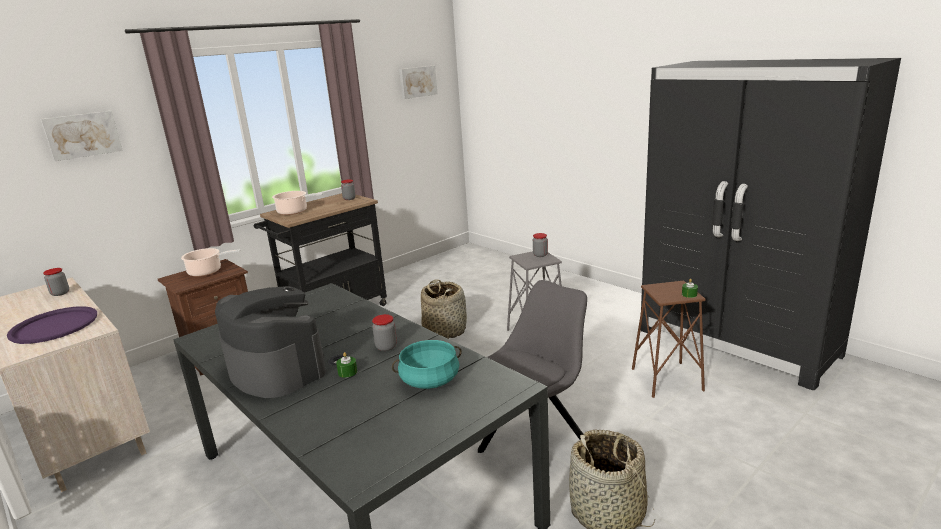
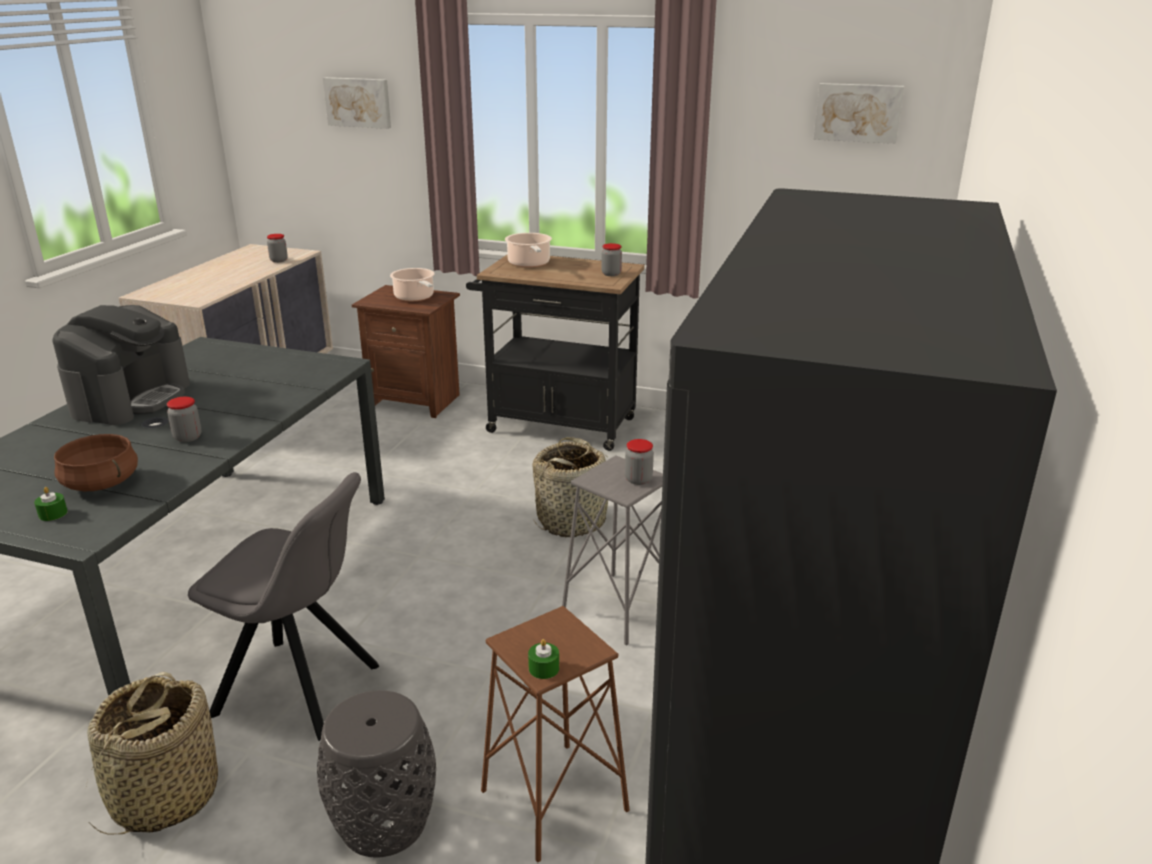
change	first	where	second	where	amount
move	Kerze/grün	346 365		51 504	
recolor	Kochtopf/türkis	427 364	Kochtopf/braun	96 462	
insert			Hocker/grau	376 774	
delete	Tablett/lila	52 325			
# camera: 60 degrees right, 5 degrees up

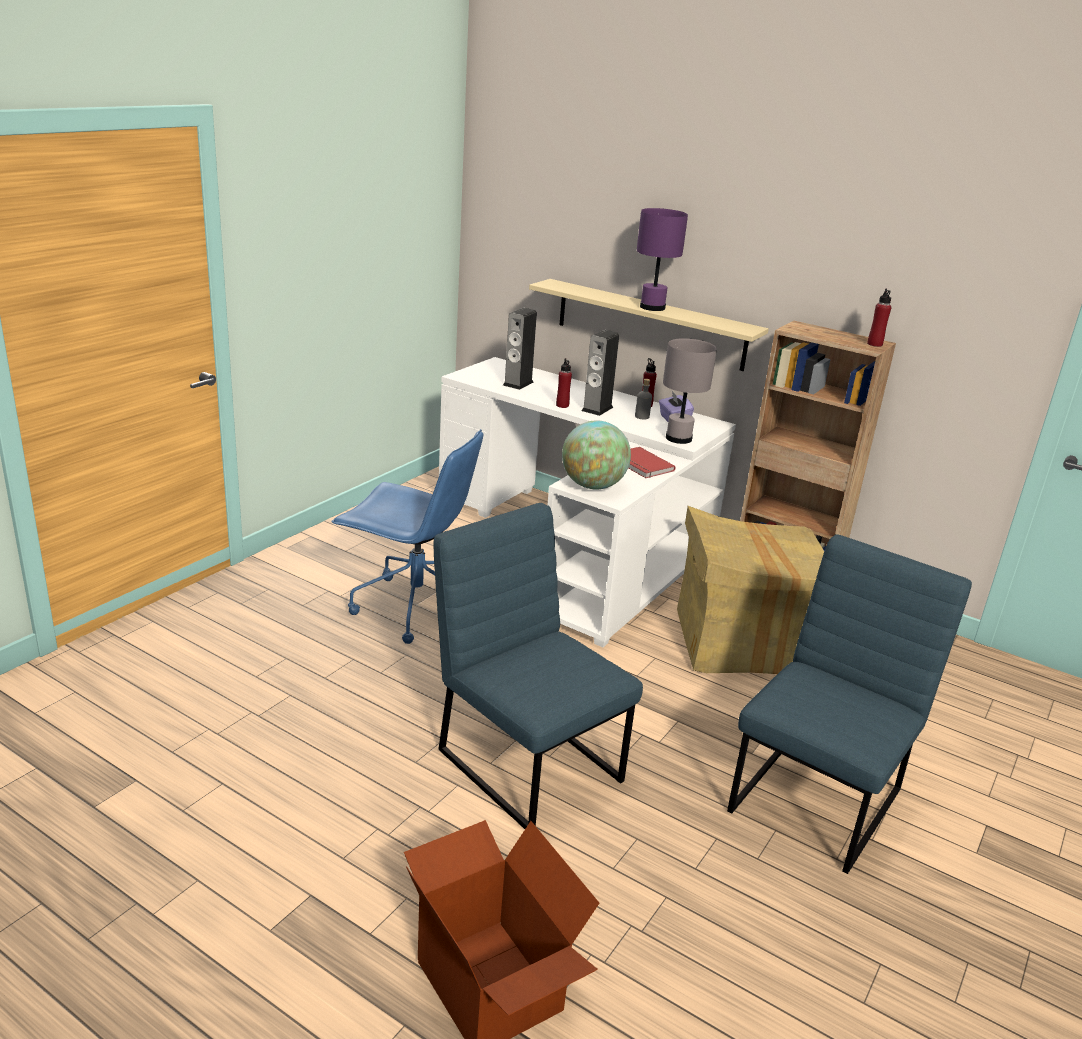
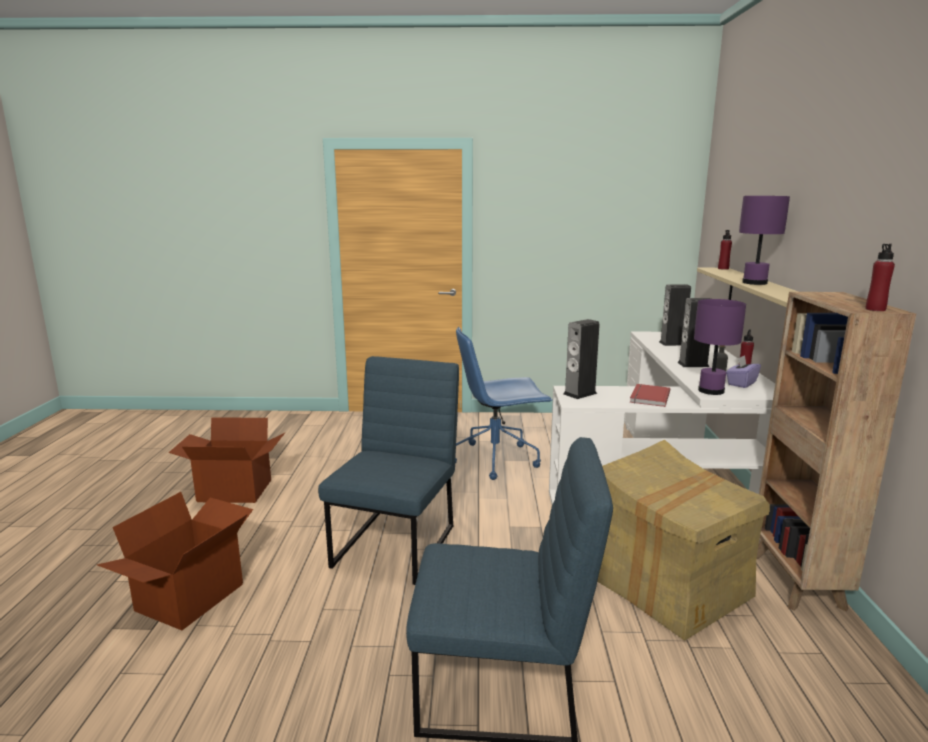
change	first	where	second	where	amount
insert			Karton	227 460	
rotate	Bürostuhl/blau	407 536		504 403	90 degrees clockwise
replace	Globus	596 454	Lautsprecher	581 359	
recolor	Tischlampe/grau	690 391	Tischlampe/lila	720 347	
move	Flasche/rot	564 383		725 250	
# camera: 60 degrees right, 10 degrees down

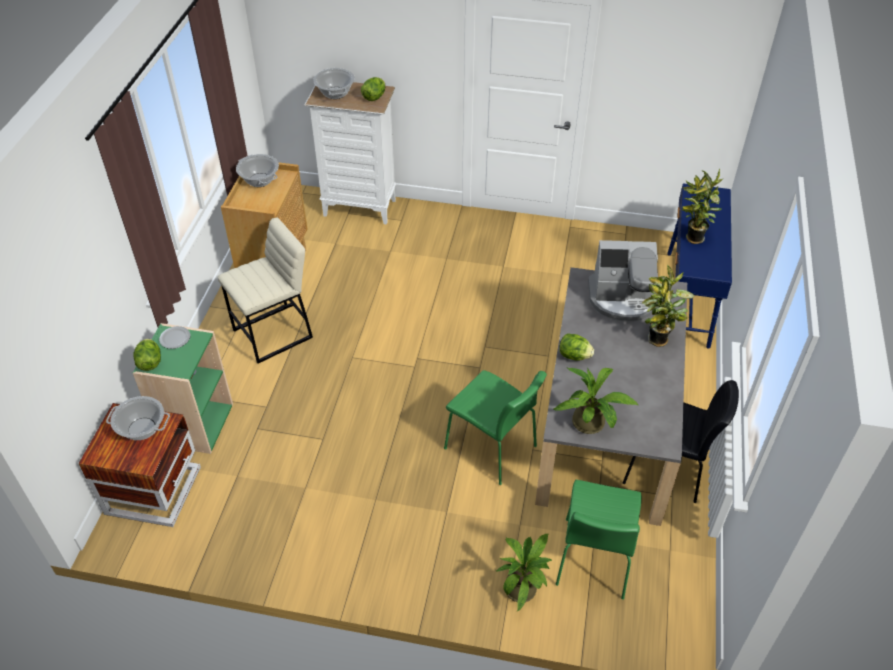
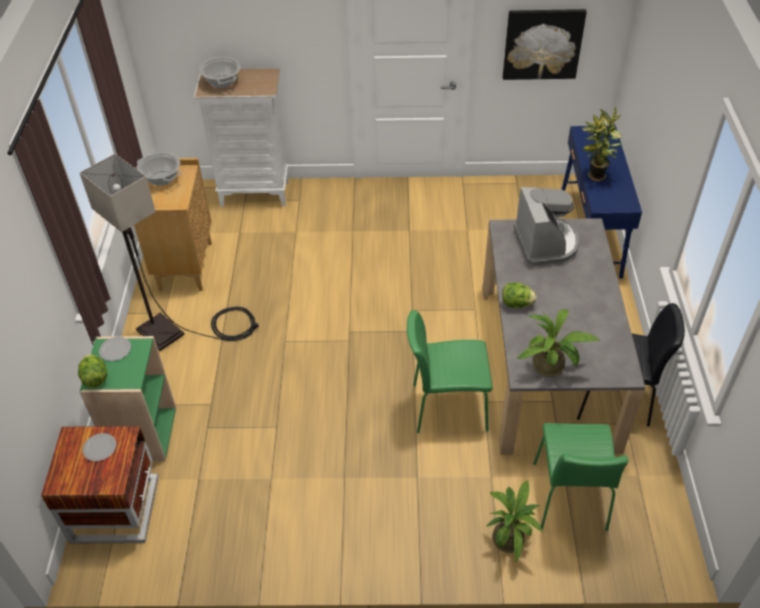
change	first	where	second	where	amount
replace	Stuhl/beige	265 290	Stehlampe	169 252	
replace	Kochtopf	138 418	Teller	99 447	
rotate	Stuhl/grün	495 427		449 371	150 degrees clockwise
insert			Bild	545 44	
rotate	Kaffeemaschine	623 281		546 227	90 degrees counterclockwise
delete	Salatkopf	373 89			
delete	Topfpflanze	668 306			
# camera: 10 degrees left, 0 degrees up

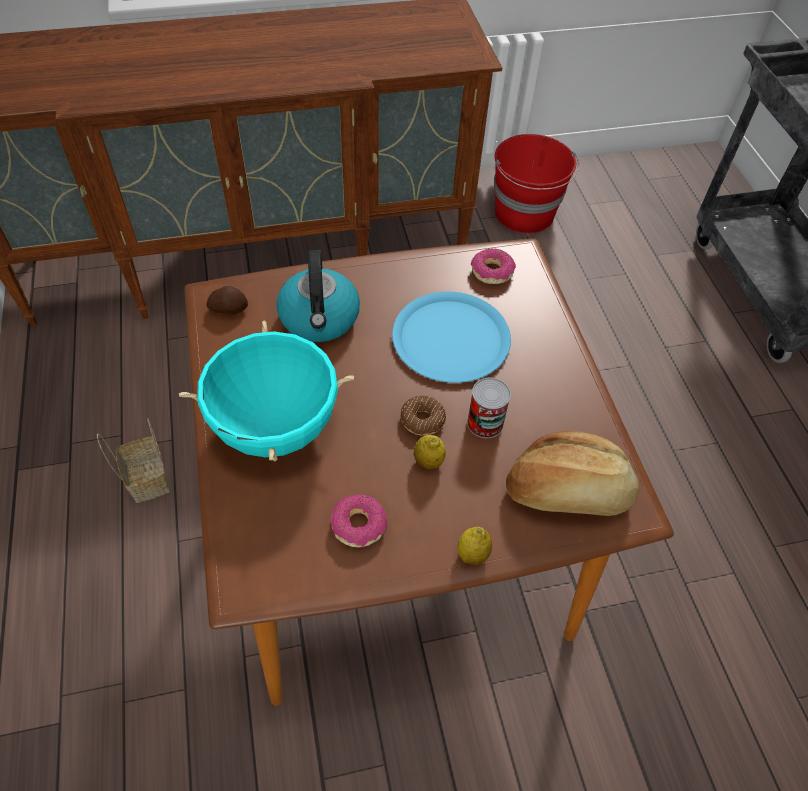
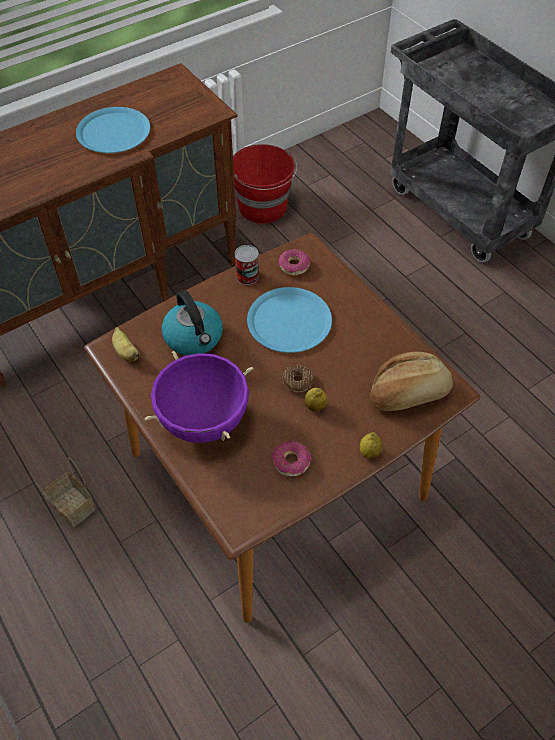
change	first	where	second	where	amount
insert			Teller/blau	113 130	
replace	Kartoffel	227 300	Banane	126 344	
recolor	Kochtopf/türkis	266 391	Kochtopf/lila	198 397	
move	Dose	489 407		247 265	
# camera: 20 degrees left, 0 degrees up

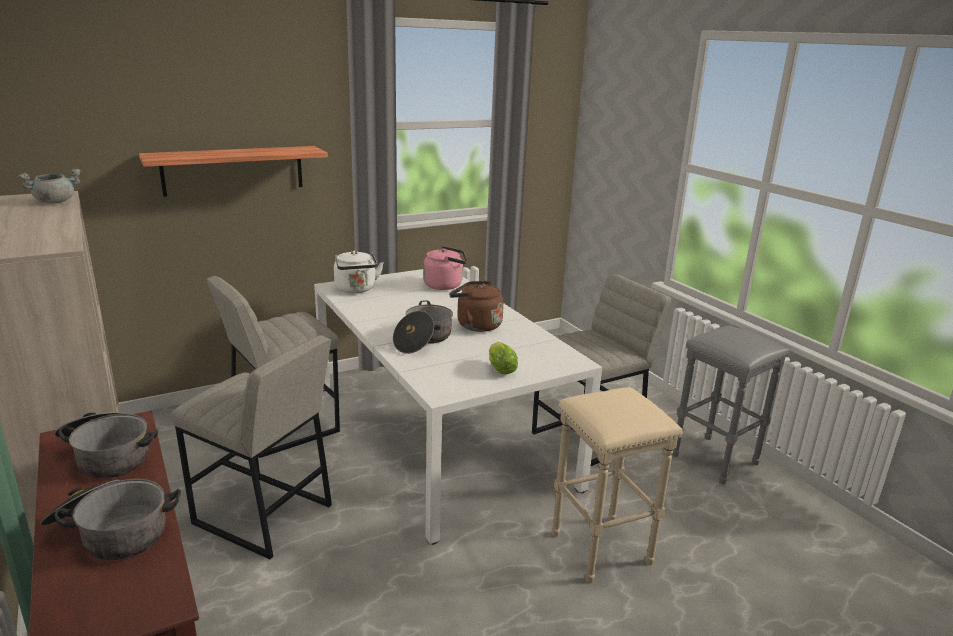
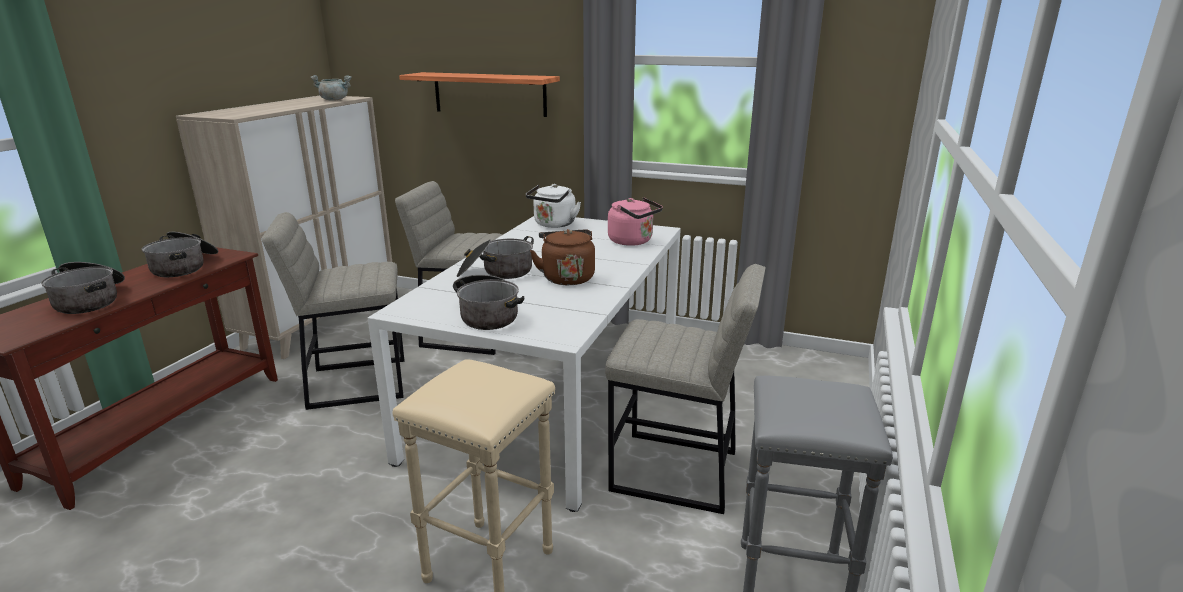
change	first	where	second	where	amount
rotate	Stuhl/grau	252 447		333 311	90 degrees clockwise
replace	Salatkopf	503 358	Kochtopf	488 302	
# camera: 50 degrees right, 0 degrees up

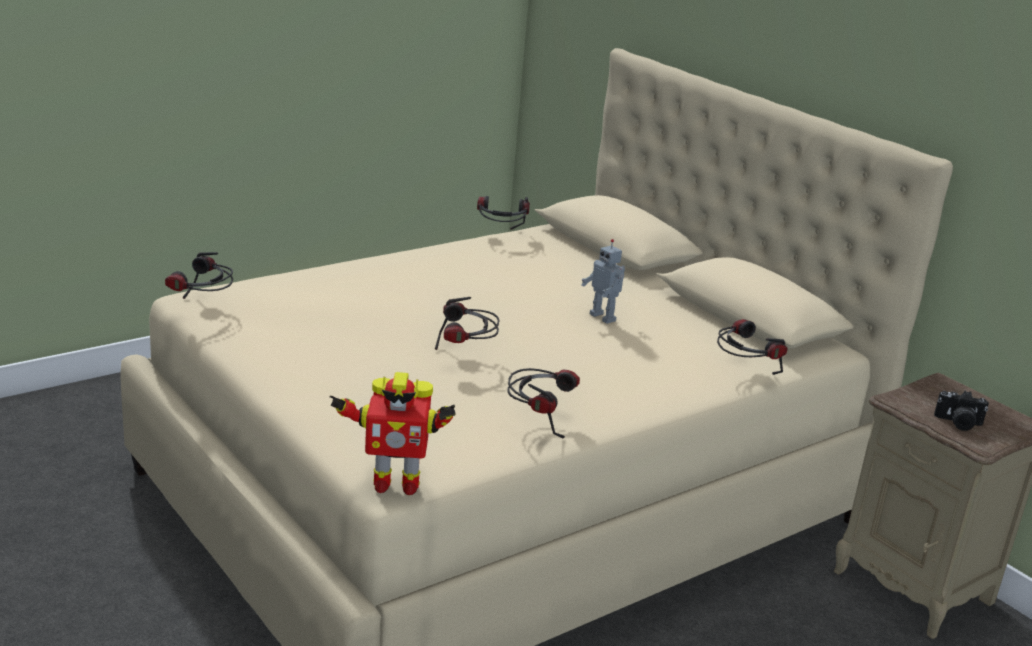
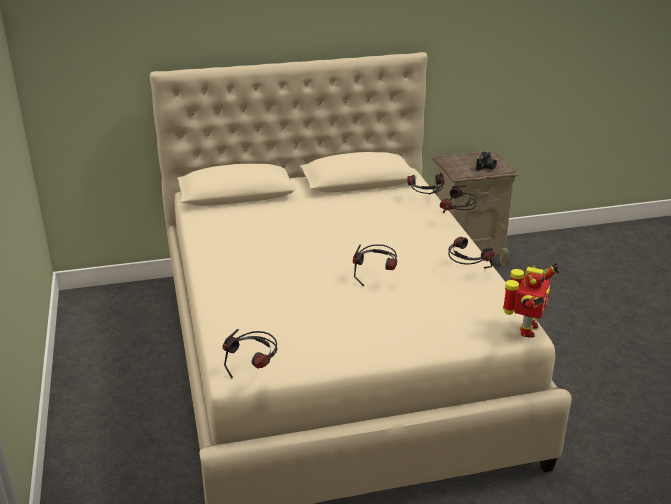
change	first	where	second	where	amount
move	Kopfhörer	503 212		458 199	
delete	Spielzeugroboter	603 281			
# camera: 65 degrees left, 5 degrees up

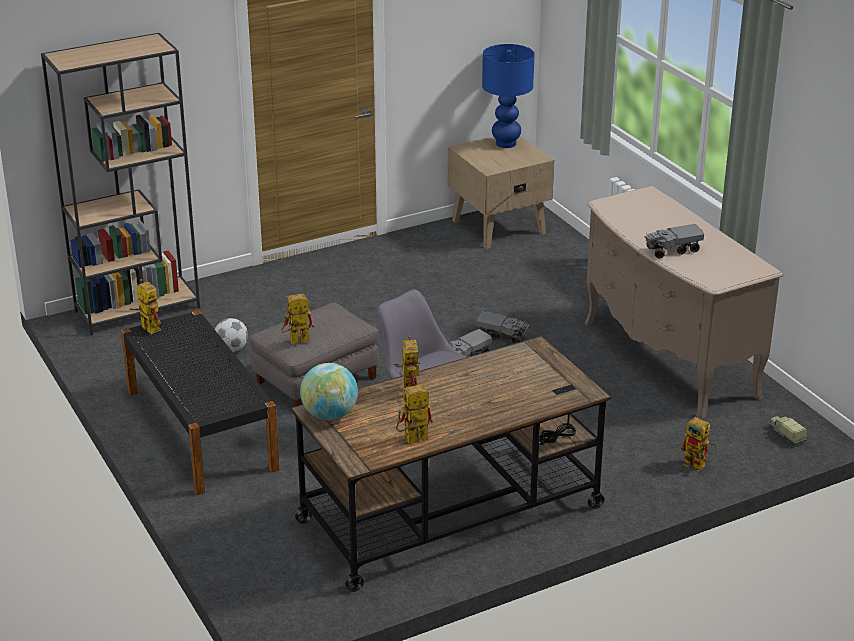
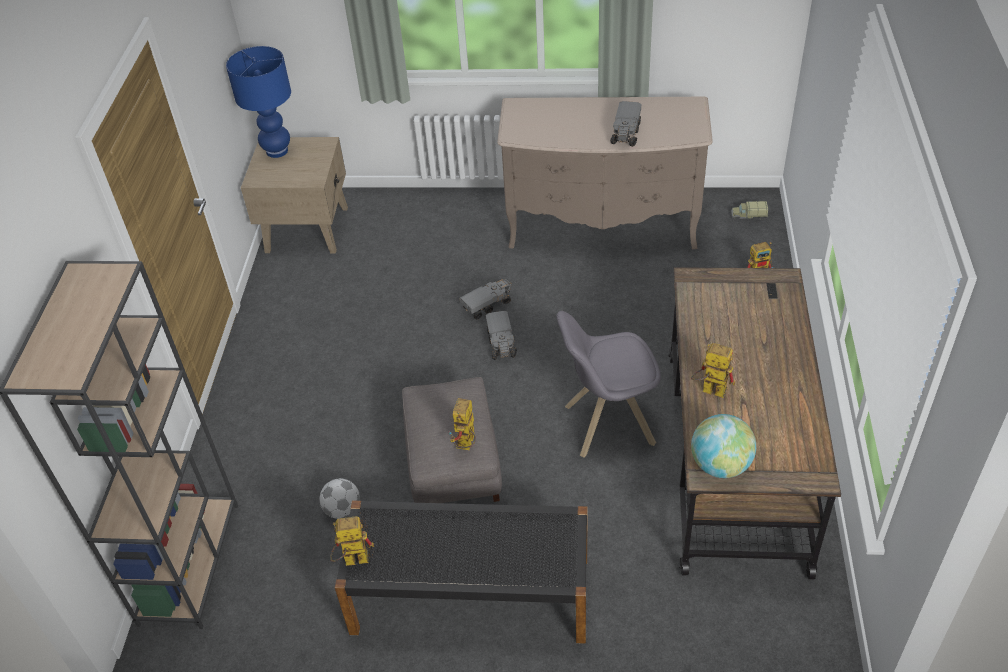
change	first	where	second	where	amount
delete	Spielzeugroboter	414 413			
# camera: 55 degrees left, 15 degrees up

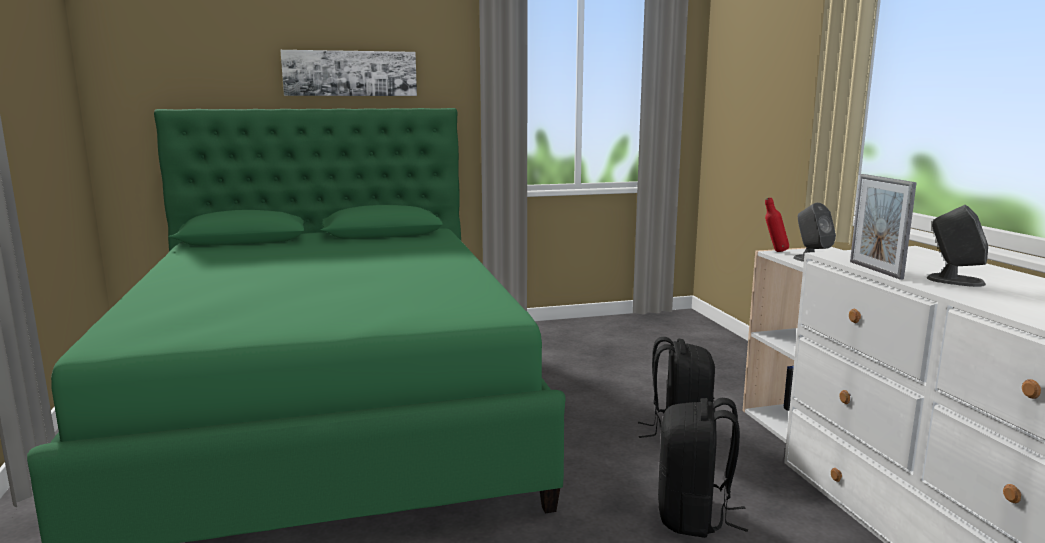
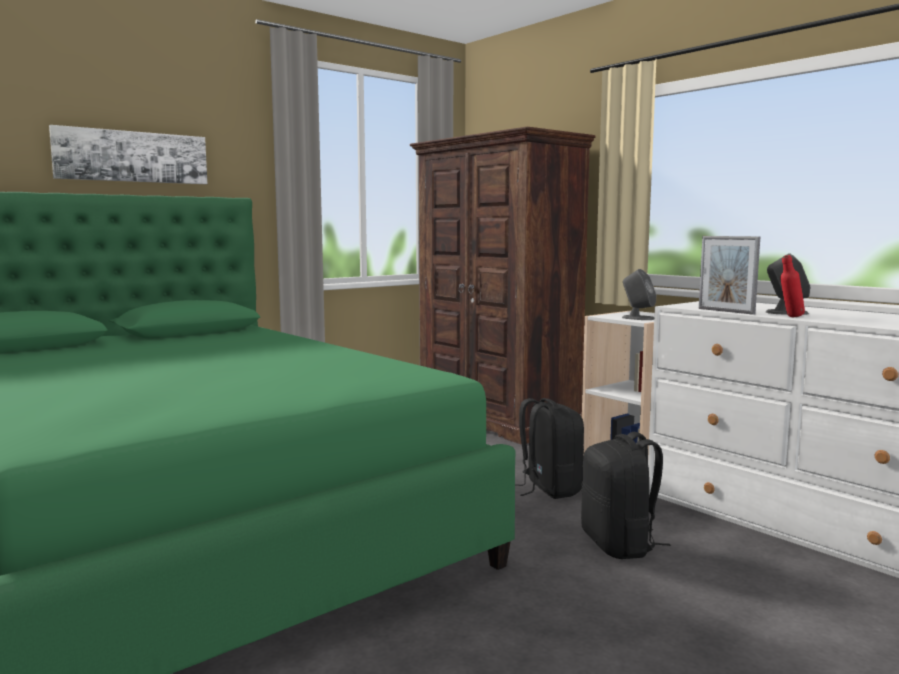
change	first	where	second	where	amount
insert			Kleiderschrank/braun	503 286	
move	Flasche/rot	777 224		792 286	
# camera: 25 degrees left, 5 degrees down

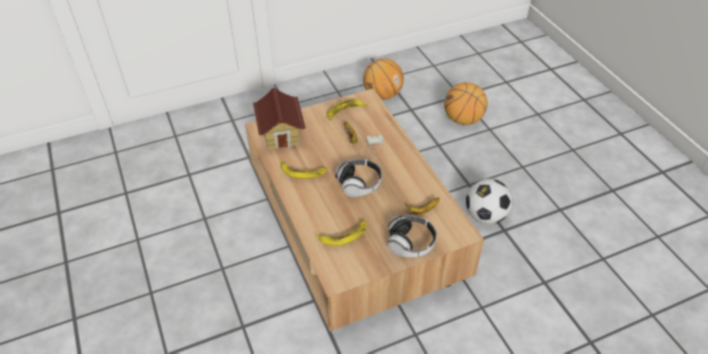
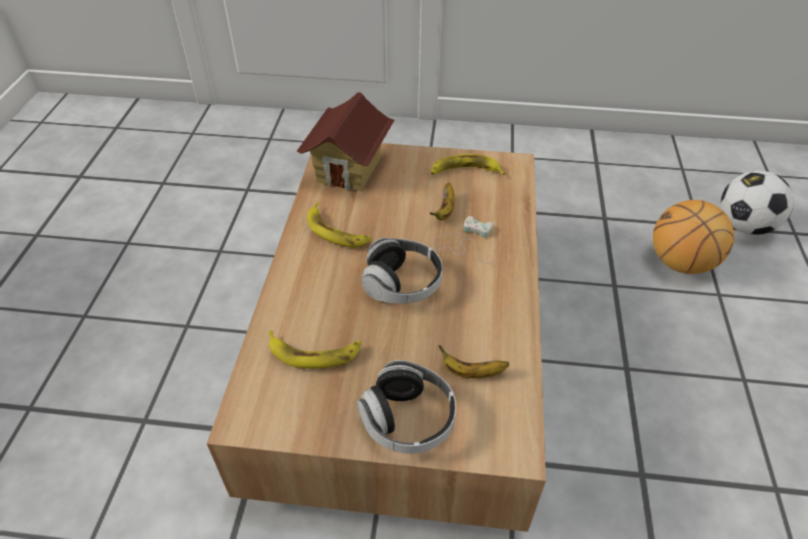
change	first	where	second	where	amount
move	Fußball	489 201		757 202	
delete	Basketball	383 79			
# camera: 30 degrees right, 0 degrees up

